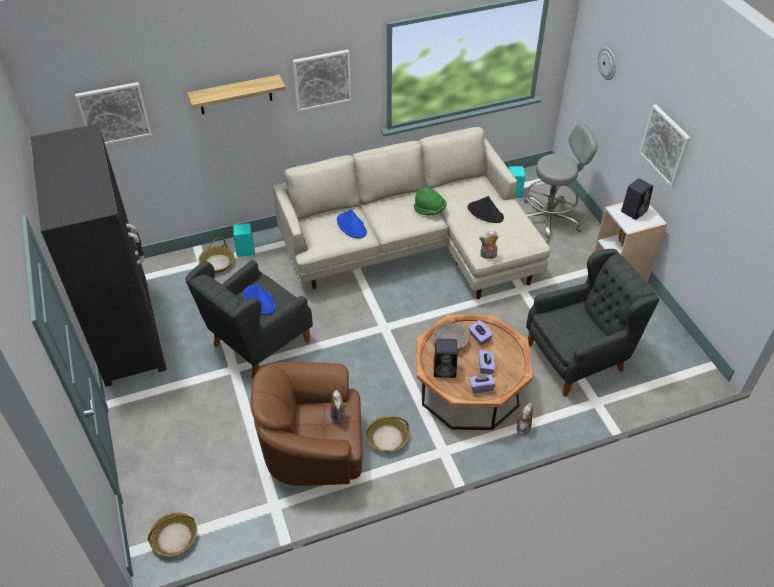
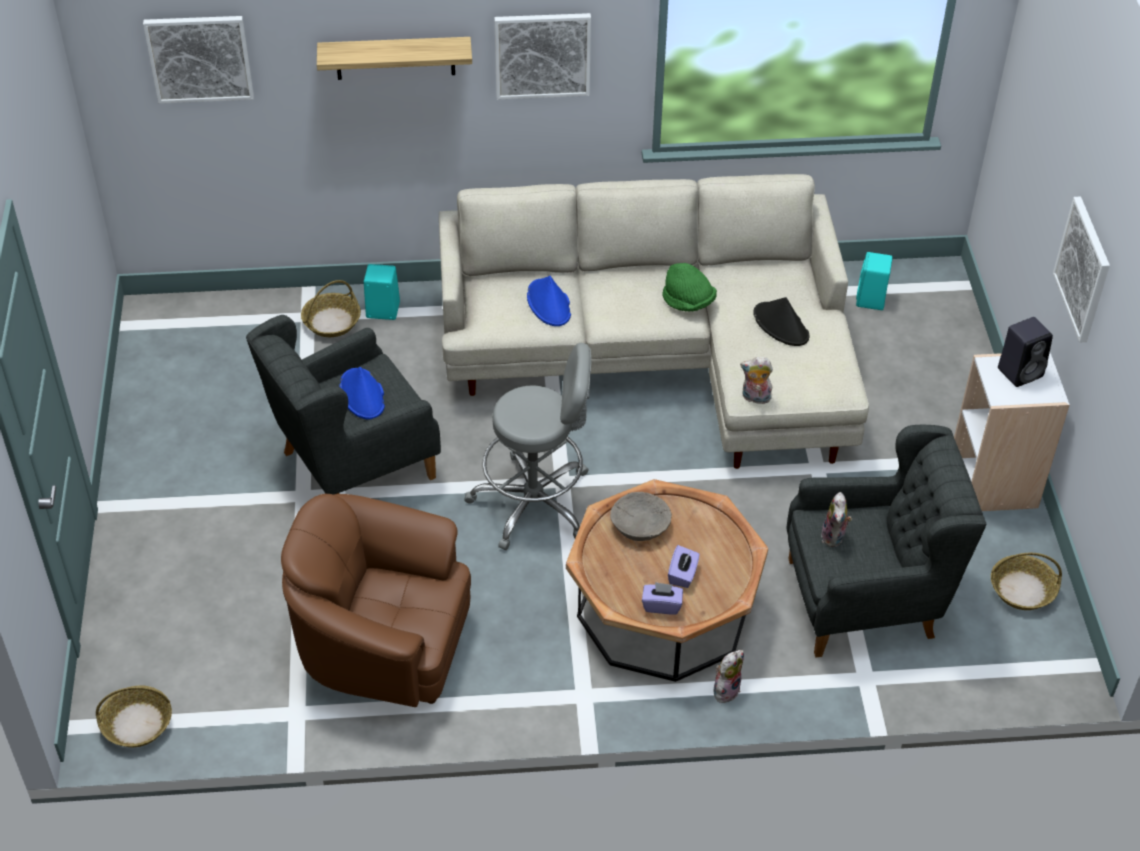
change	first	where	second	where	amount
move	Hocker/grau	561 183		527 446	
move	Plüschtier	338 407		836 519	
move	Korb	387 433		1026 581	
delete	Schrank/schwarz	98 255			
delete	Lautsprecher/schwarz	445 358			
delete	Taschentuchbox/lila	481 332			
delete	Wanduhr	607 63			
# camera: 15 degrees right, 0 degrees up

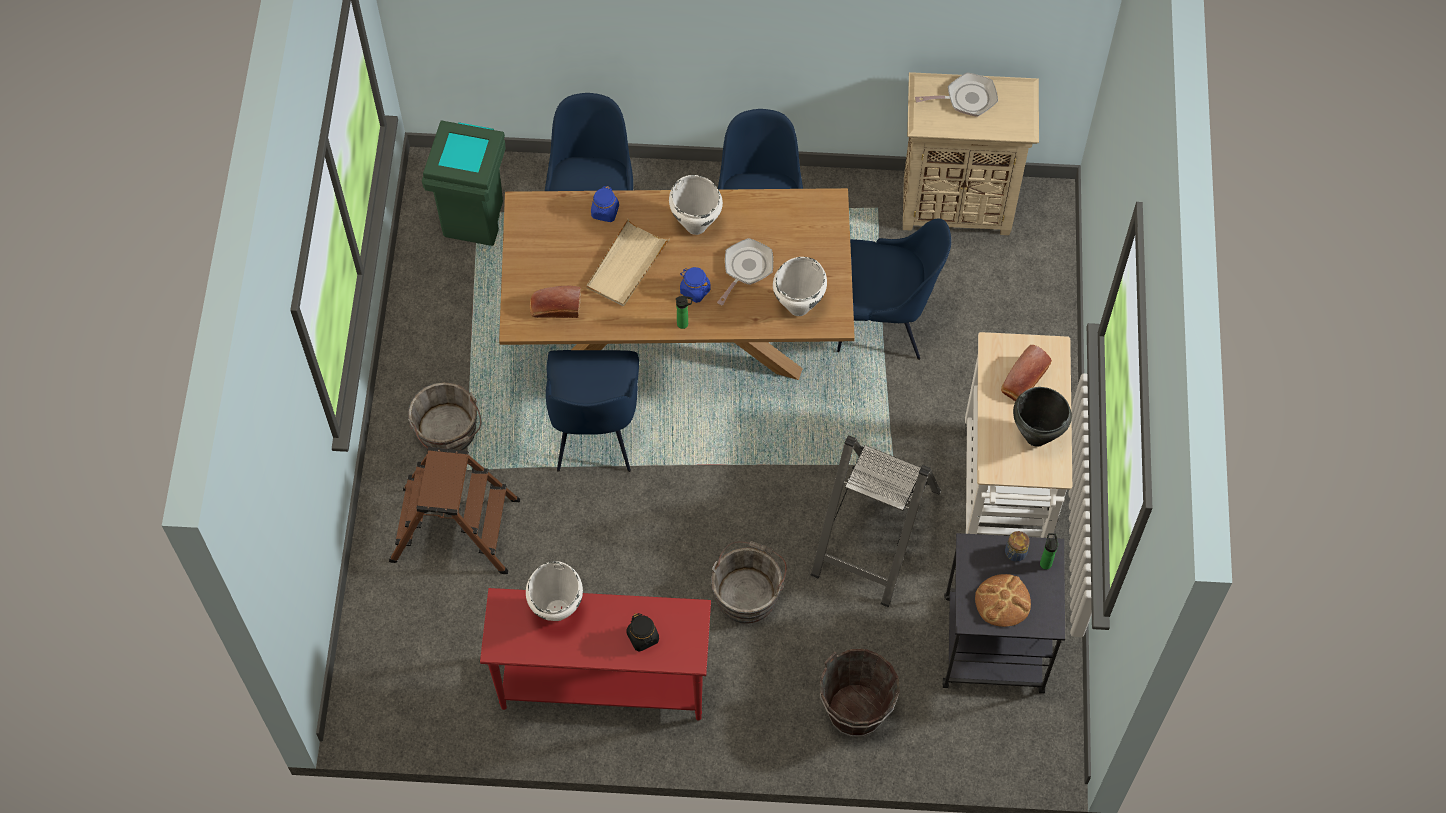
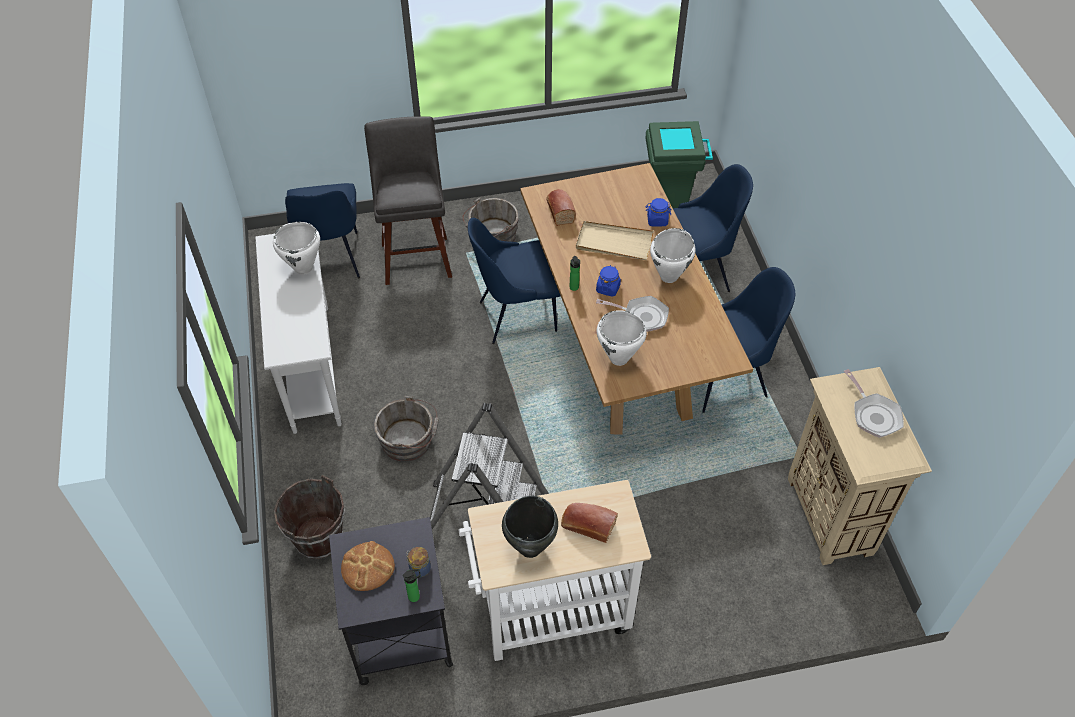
change	first	where	second	where	amount
recolor	Konsolentisch/rot	595 654	Konsolentisch/weiß	298 334	
move	Stuhl/blau	894 289		322 230	
replace	Trittleiter/braun	454 510	Hocker/grau	408 200	
delete	Vorratsglas/schwarz	642 632			
# camera: 75 degrees right, 10 degrees down

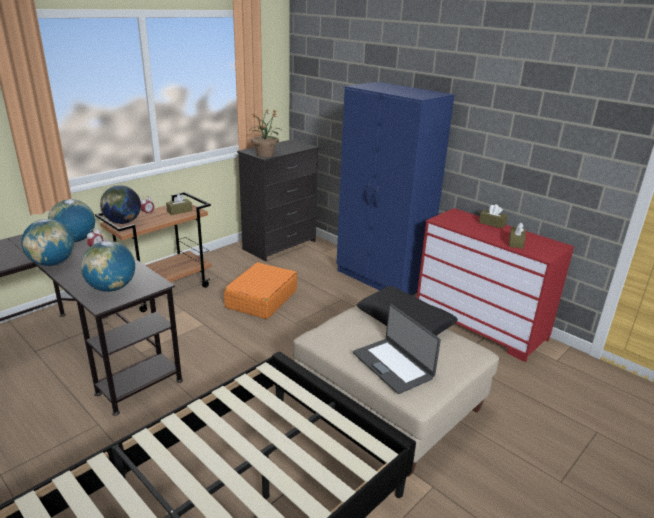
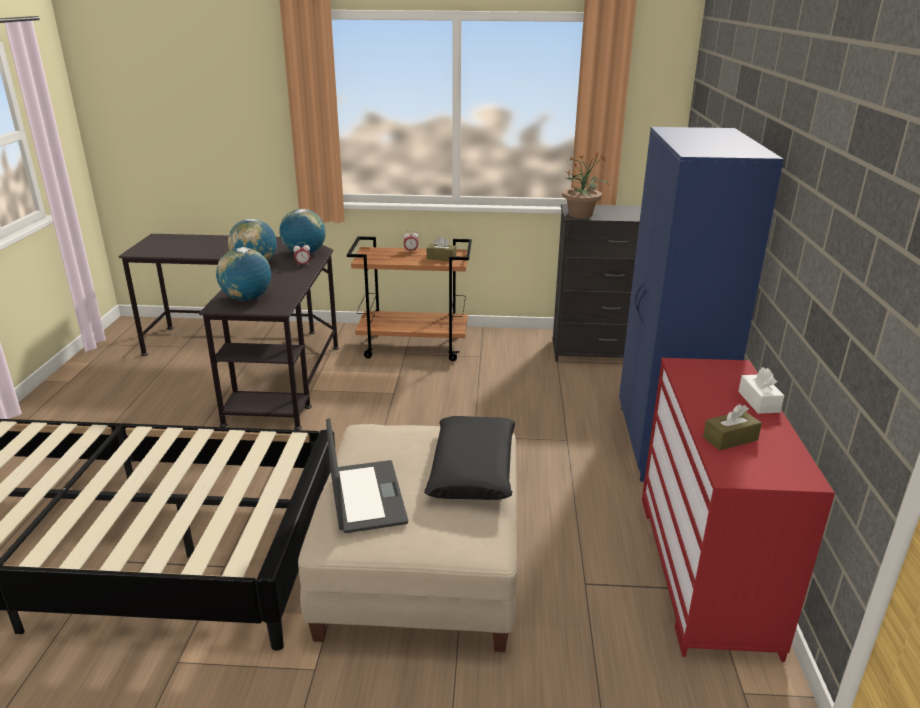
change	first	where	second	where	amount
rotate	Laptop	397 349		367 475	150 degrees clockwise
recolor	Taschentuchbox/braun	493 216	Taschentuchbox/weiß	761 390	
delete	Globus	120 204			
delete	Koffer/orange	260 290			
# camera: 50 degrees right, 0 degrees up

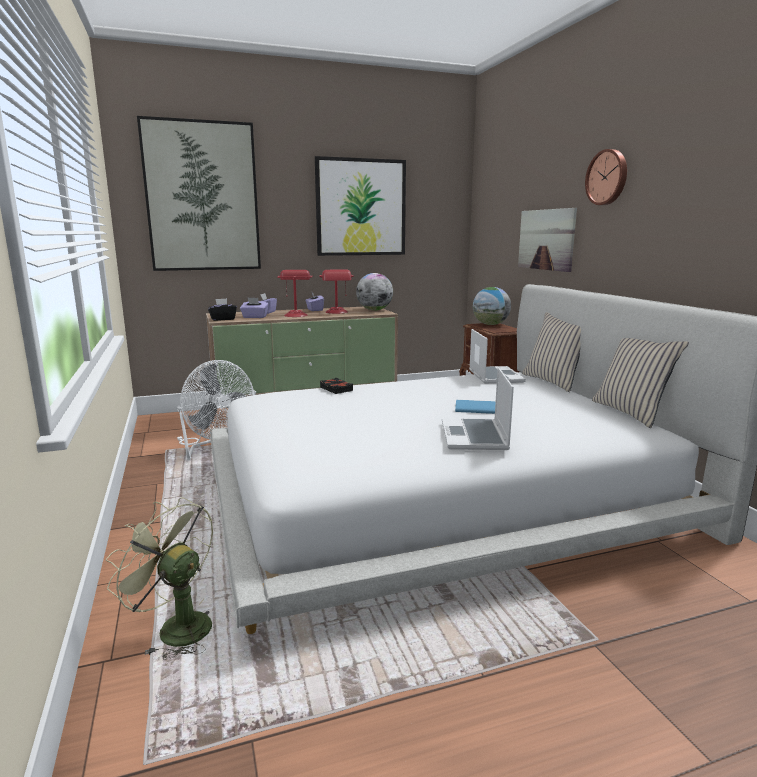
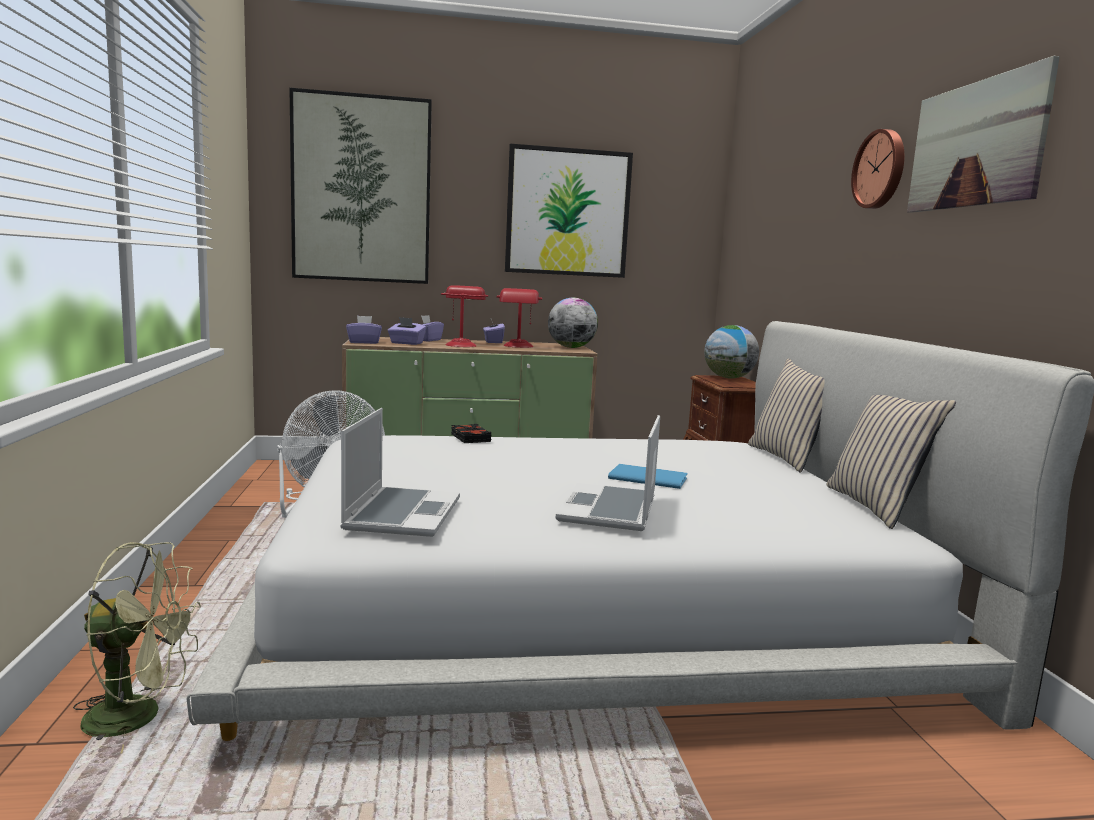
change	first	where	second	where	amount
rotate	Ventilator/grün	159 578		137 648	135 degrees clockwise
move	Laptop	497 356		400 472	
recolor	Taschentuchbox/schwarz	222 309	Taschentuchbox/lila	364 330	
move	Bild	547 240		983 134	
# camera: 10 degrees right, 5 degrees down

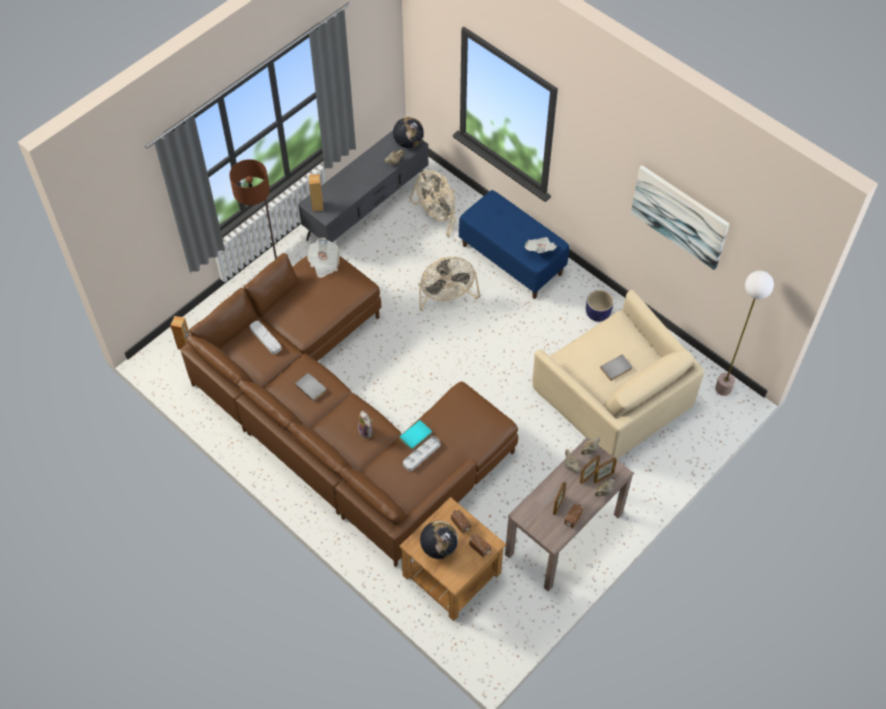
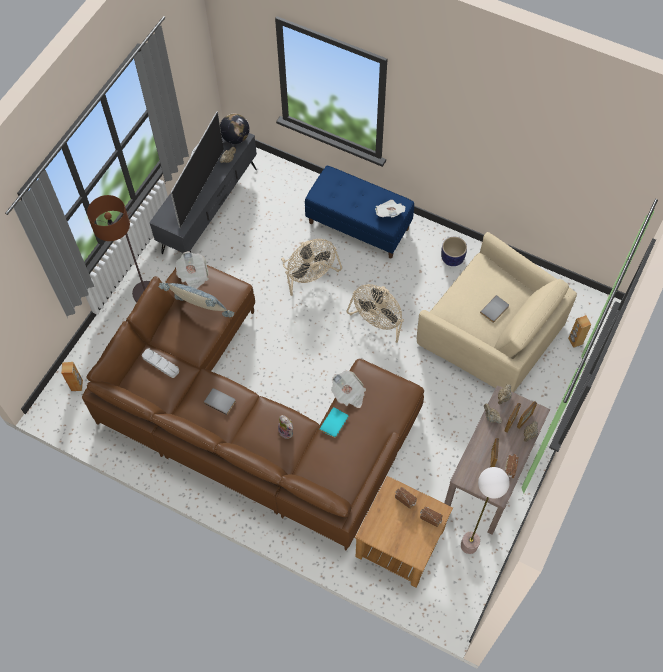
change	first	where	second	where	amount
insert			Kissen	197 300	
insert			Fernseher	197 170	
insert			Zeitung	348 389	
move	Ventilator/beige	433 203		375 313	
move	Stehlampe	744 333		485 510	
move	Lautsprecher/braun	316 193		579 331	
delete	Tablett/grau	421 453			
delete	Globus	439 540			
delete	Bild	680 217			
# camera: 15 degrees left, 5 degrees up

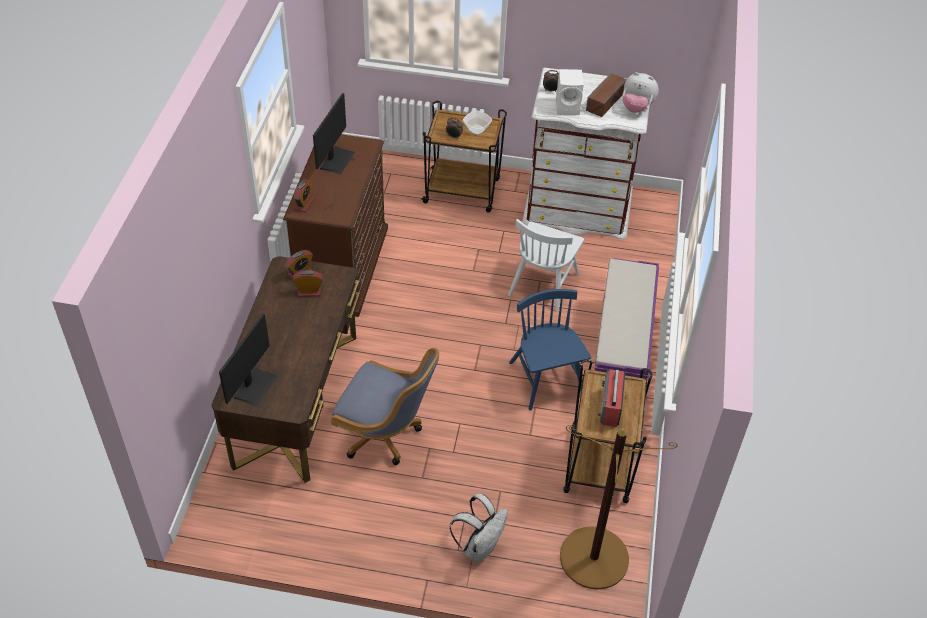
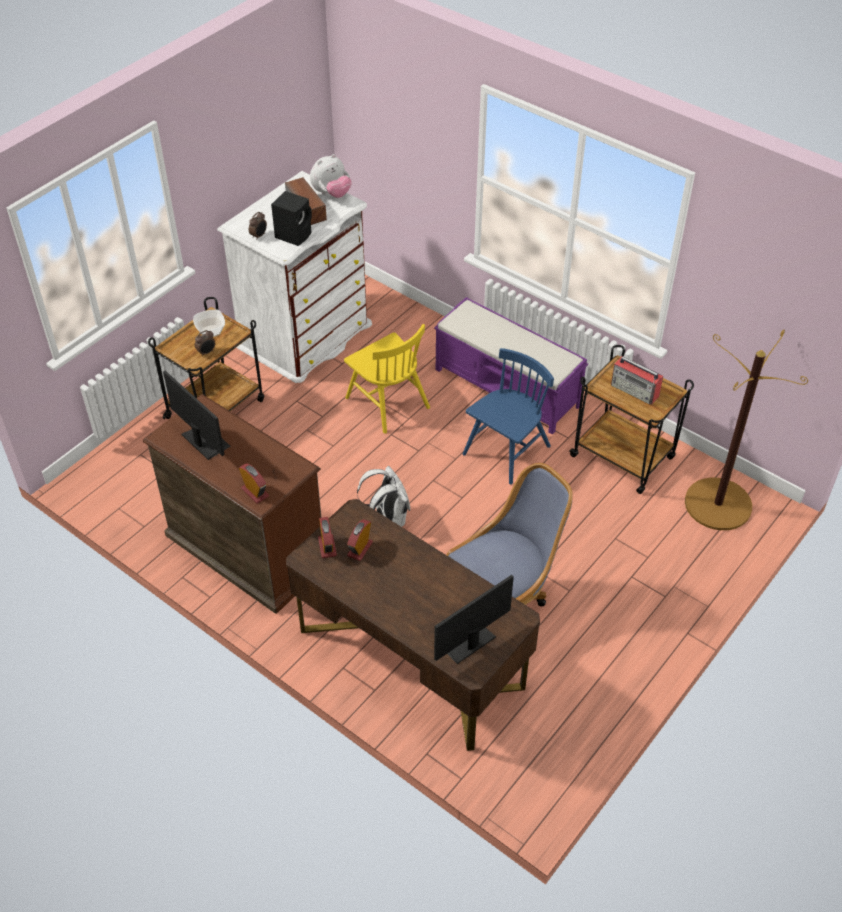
change	first	where	second	where	amount
recolor	Lautsprecher/weiß	570 92	Lautsprecher/schwarz	291 218	
recolor	Stuhl/weiß	546 265	Stuhl/gelb	387 379	
move	Rucksack/weiß	478 528		383 496	
rotate	Monitor	248 360		474 619	90 degrees counterclockwise
rotate	Stuhl/blau	550 349		508 416	120 degrees clockwise
# camera: 60 degrees left, 0 degrees up

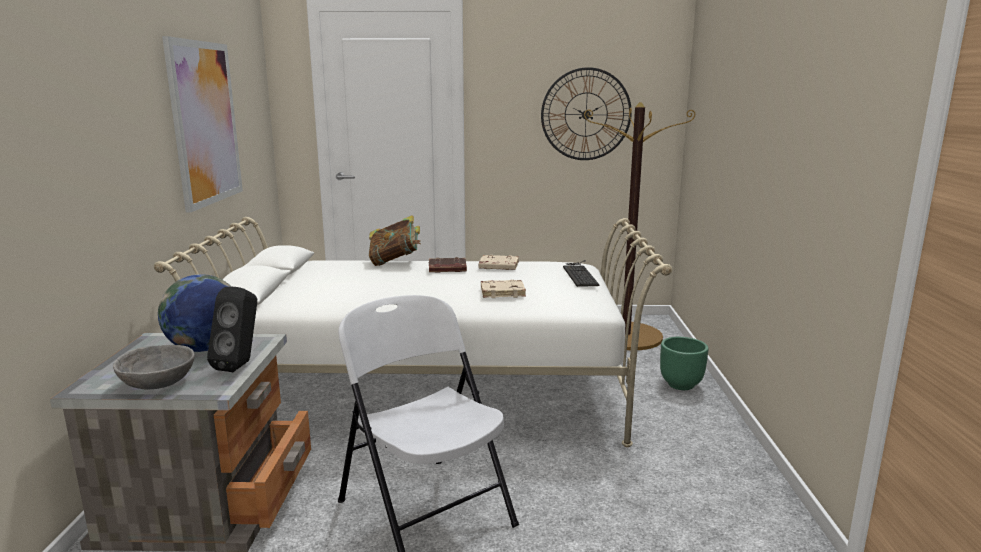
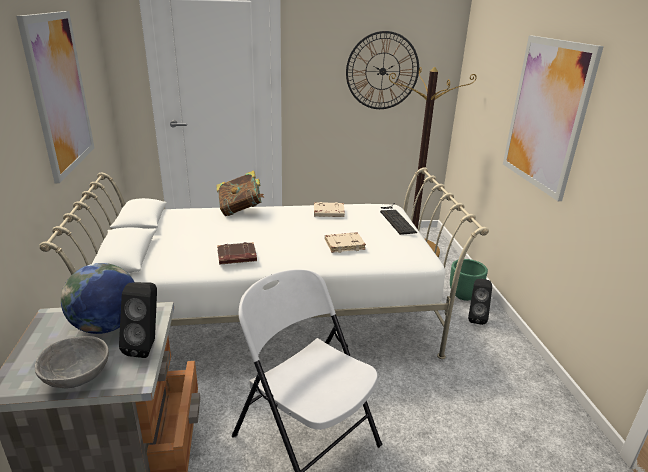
change	first	where	second	where	amount
move	Buch/braun	447 265		237 253	
insert			Lautsprecher/schwarz	480 302	
insert			Bild	553 118	
# camera: 10 degrees left, 10 degrees up

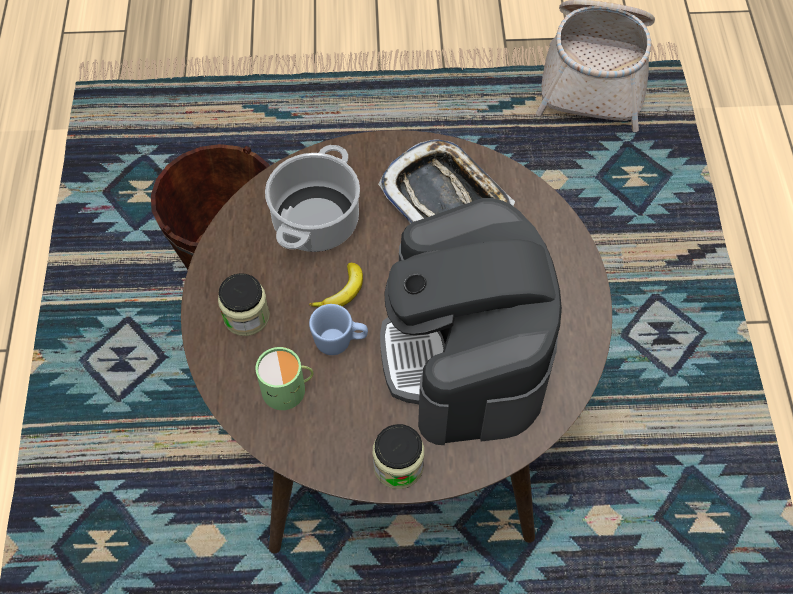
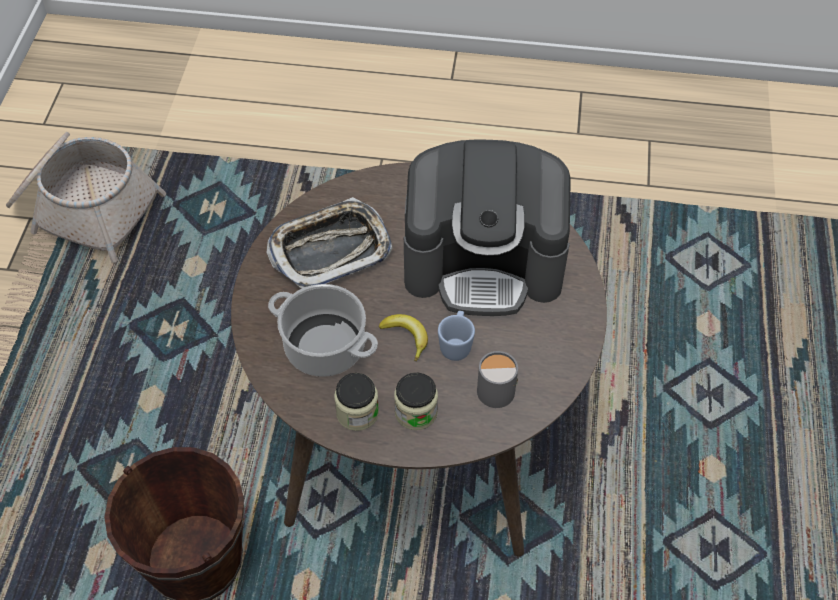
change	first	where	second	where	amount
move	Vorratsglas	398 456		356 402	
recolor	Henkelbecher/grün	284 378	Henkelbecher/grau	497 379	
# camera: 80 degrees left, 5 degrees down

